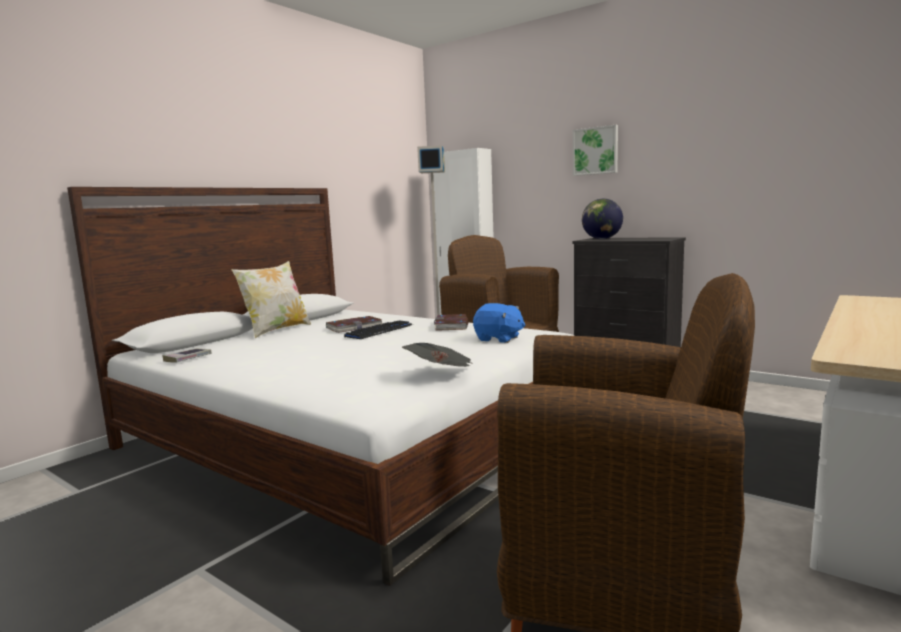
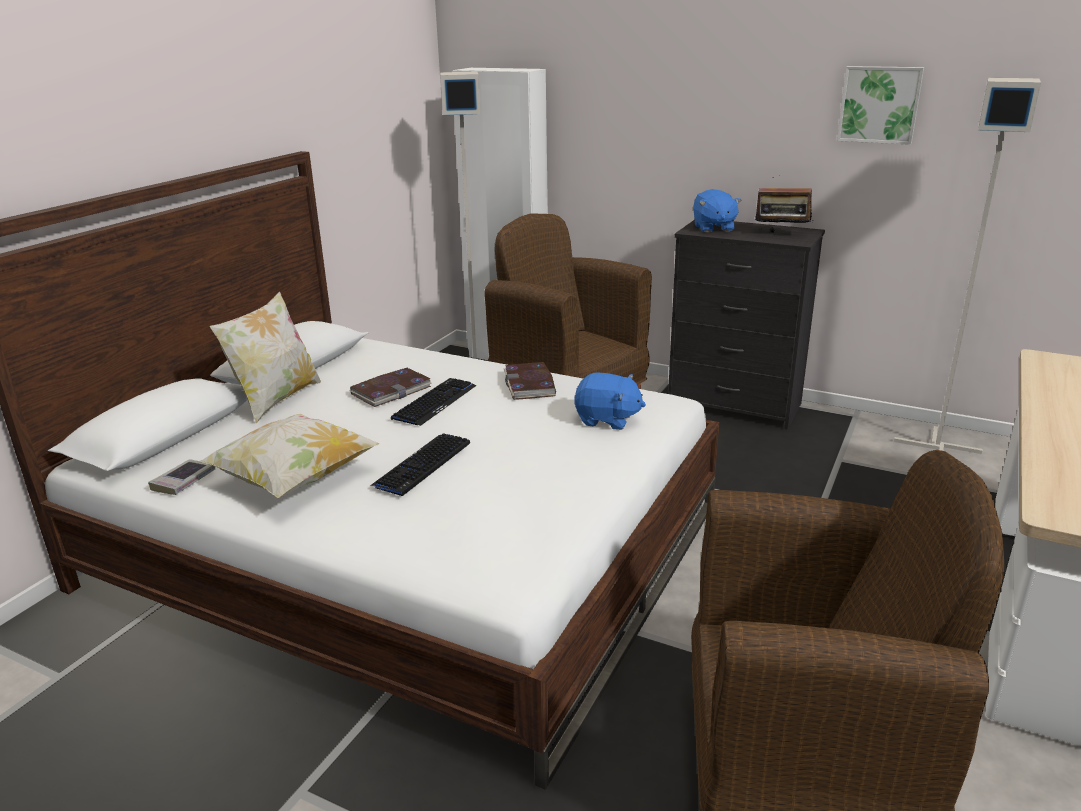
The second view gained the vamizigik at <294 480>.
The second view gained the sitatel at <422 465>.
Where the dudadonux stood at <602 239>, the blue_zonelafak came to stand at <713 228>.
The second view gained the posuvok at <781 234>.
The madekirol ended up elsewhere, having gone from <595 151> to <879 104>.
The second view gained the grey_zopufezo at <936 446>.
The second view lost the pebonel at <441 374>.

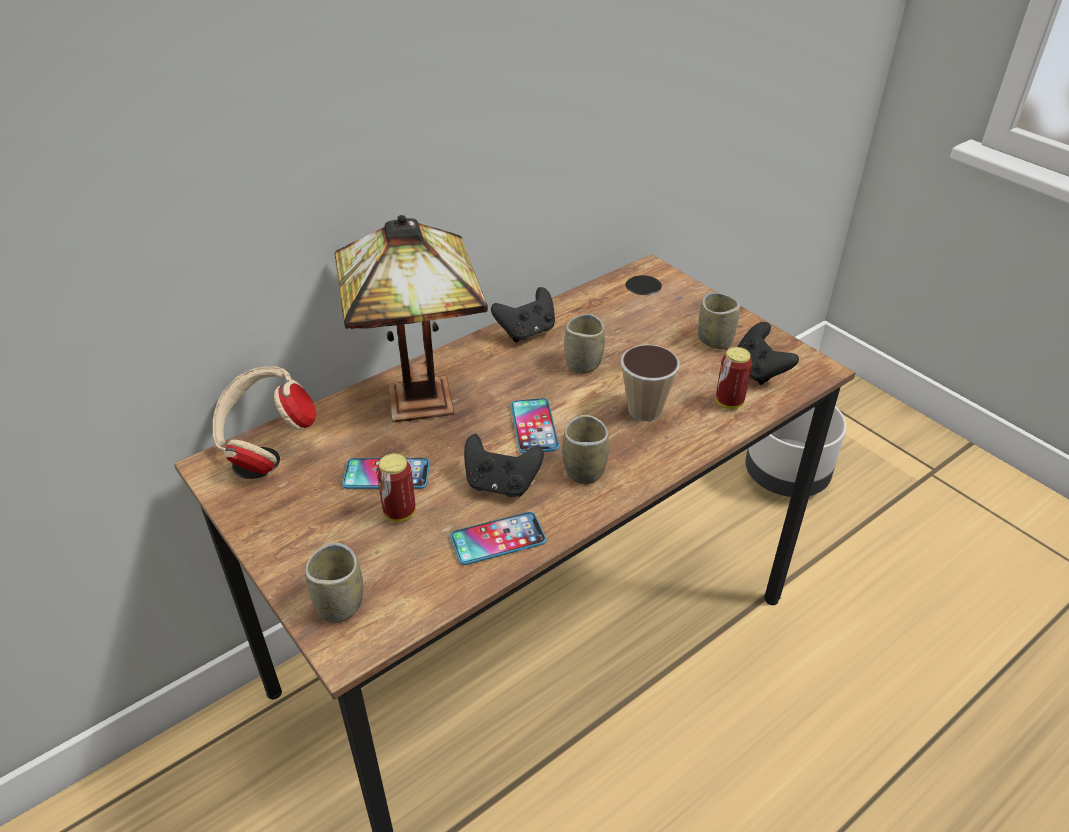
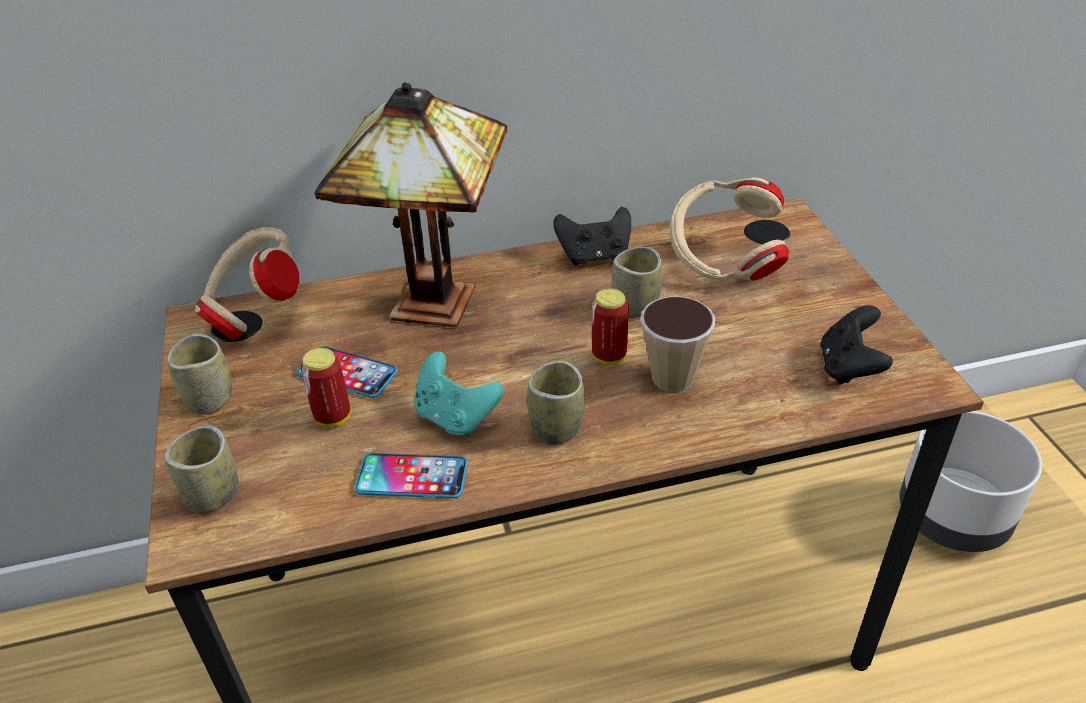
The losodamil ended up elsewhere, having gone from <715 340> to <209 399>.
What was the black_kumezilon at <501 484> turned into the turquoise_kumezilon at <455 417>.
The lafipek ended up elsewhere, having gone from <729 402> to <609 356>.
The second view gained the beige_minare at <723 263>.
The second view lost the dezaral at <534 426>.

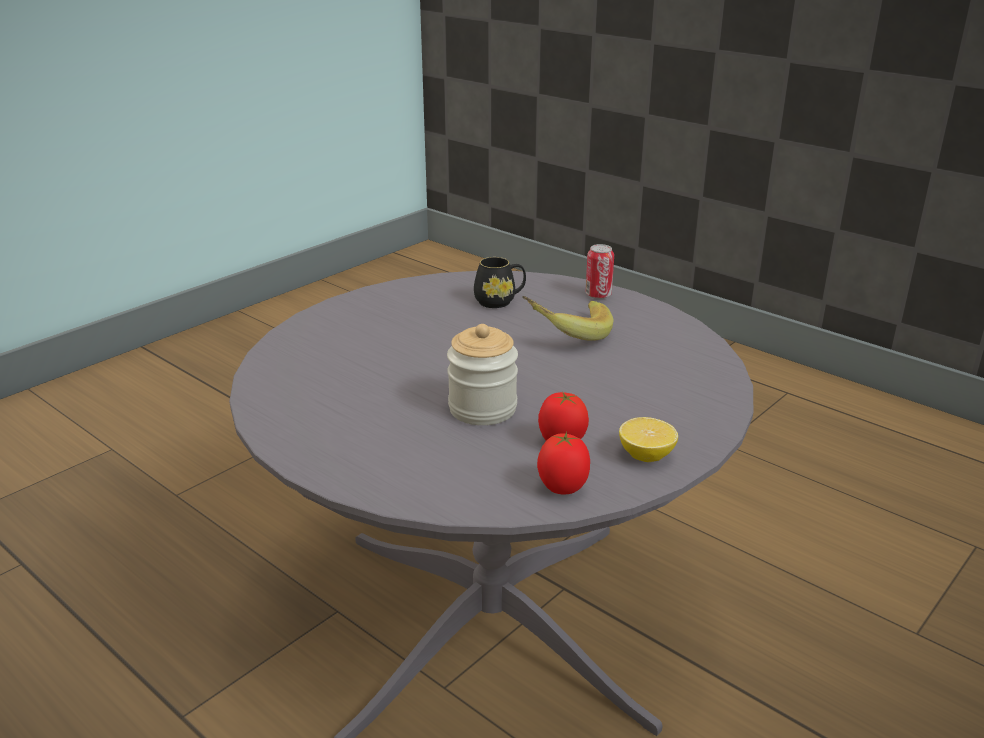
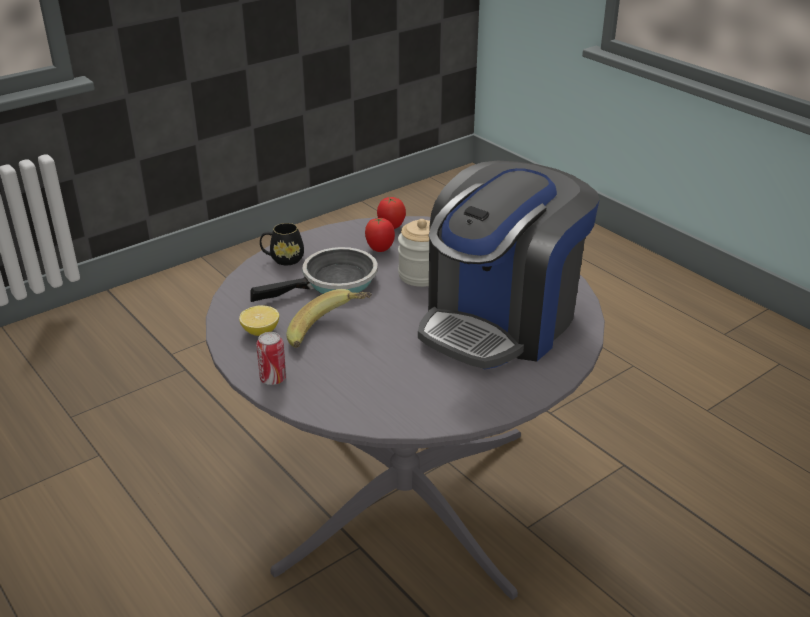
The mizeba ended up elsewhere, having gone from <646 455> to <260 332>.
The second view gained the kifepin at <333 282>.
The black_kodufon ended up elsewhere, having gone from <500 301> to <283 259>.
The second view gained the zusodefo at <500 321>.

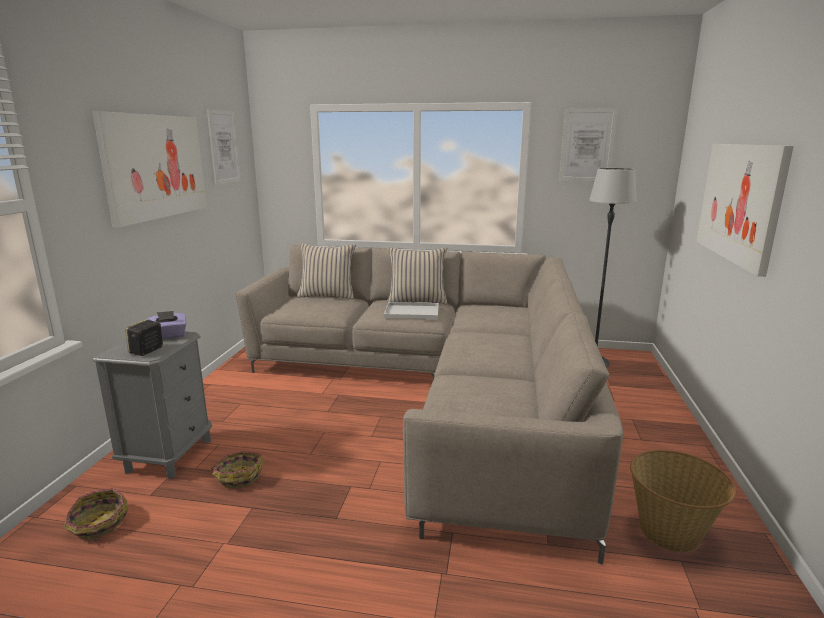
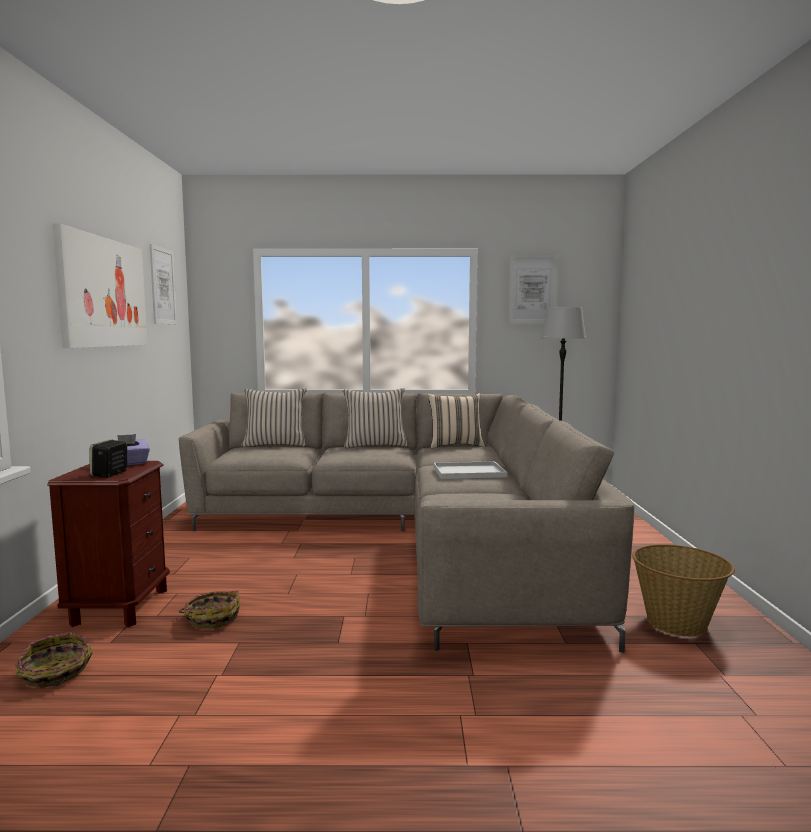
What was the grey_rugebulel at <169 455> turned into the brown_rugebulel at <120 606>.
The second view gained the beige_vamizigik at <455 445>.
The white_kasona ended up elsewhere, having gone from <413 312> to <470 471>.
The second view lost the madekirol at <740 202>.

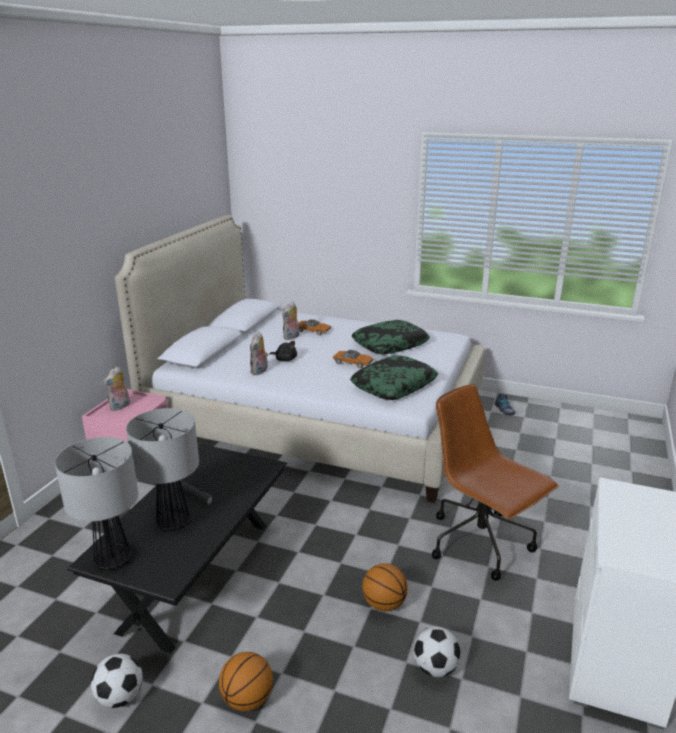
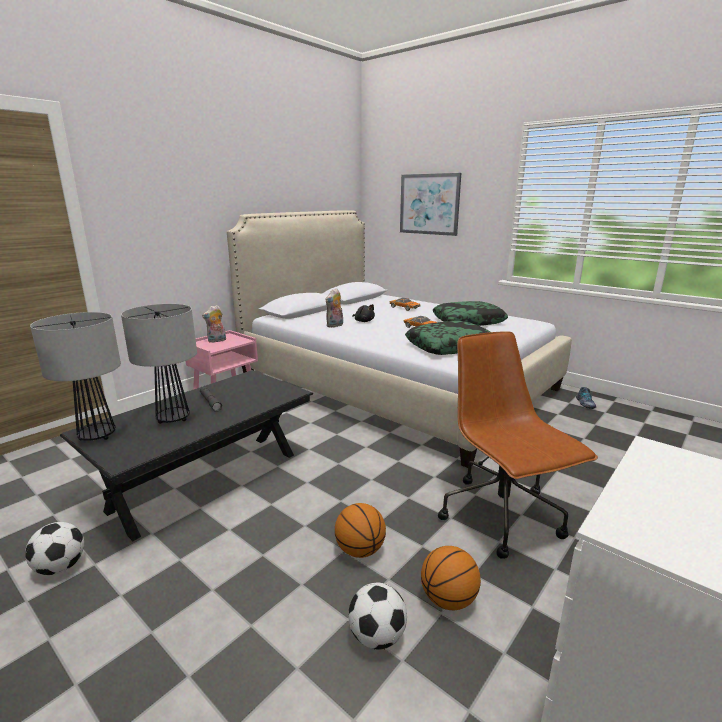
The second view gained the madekirol at <429 204>.
The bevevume ended up elsewhere, having gone from <247 699> to <448 599>.
The second view lost the zonelafak at <291 337>.

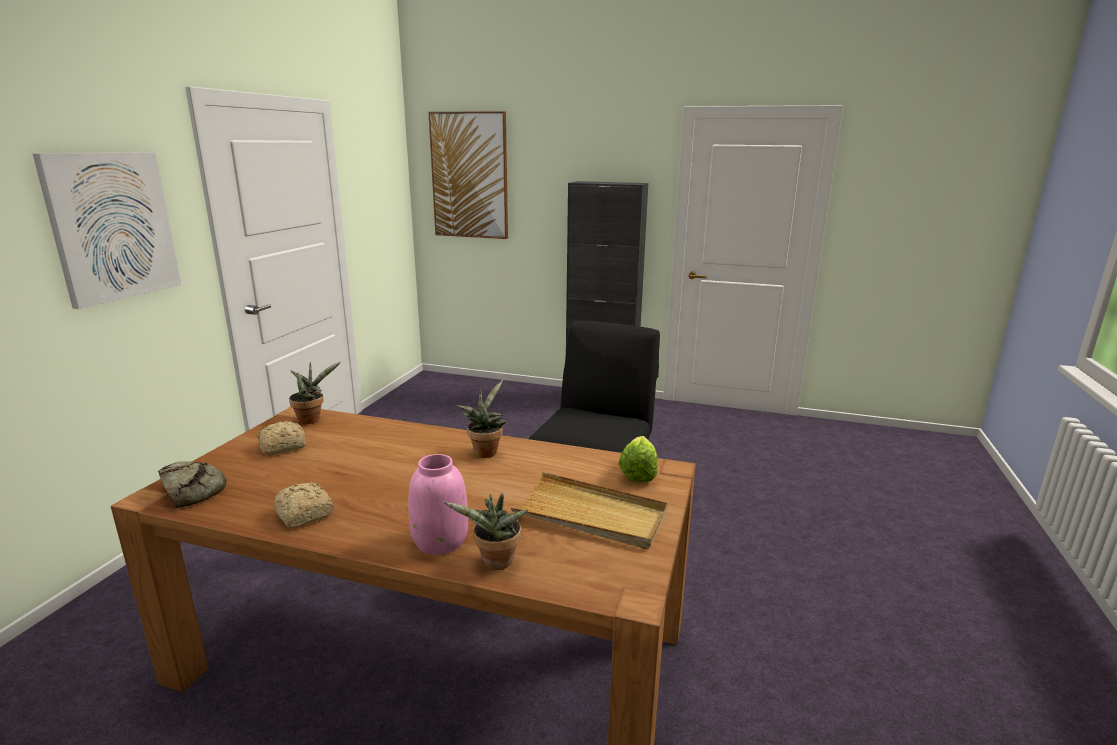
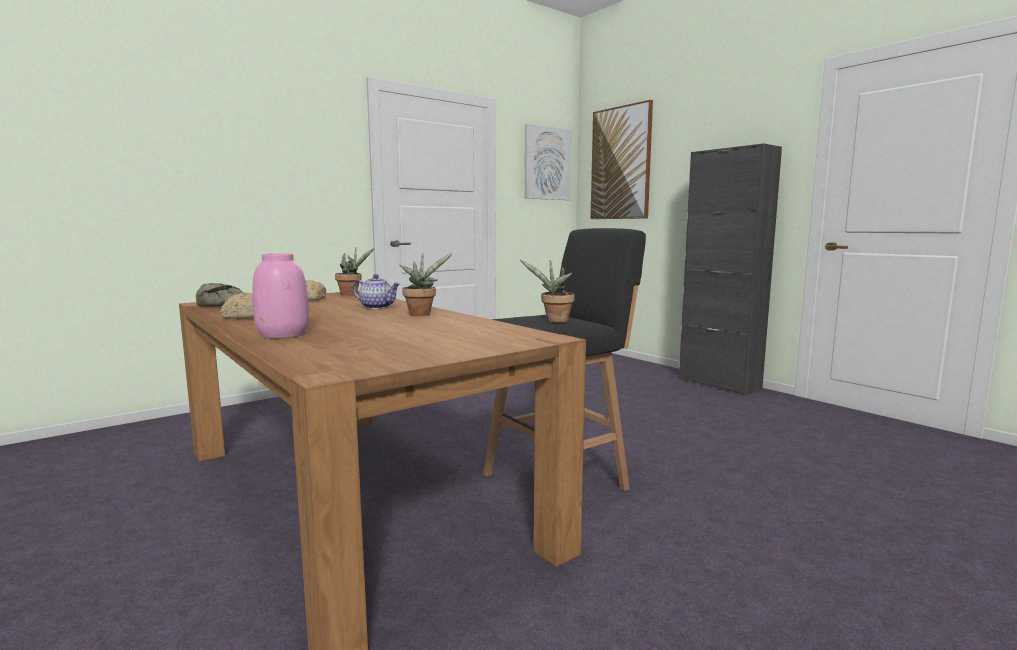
The second view gained the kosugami at <377 307>.
The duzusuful ended up elsewhere, having gone from <495 564> to <554 321>.
The madekirol ended up elsewhere, having gone from <112 226> to <546 163>.
The second view lost the beige_kasona at <591 515>.
The second view lost the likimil at <640 471>.

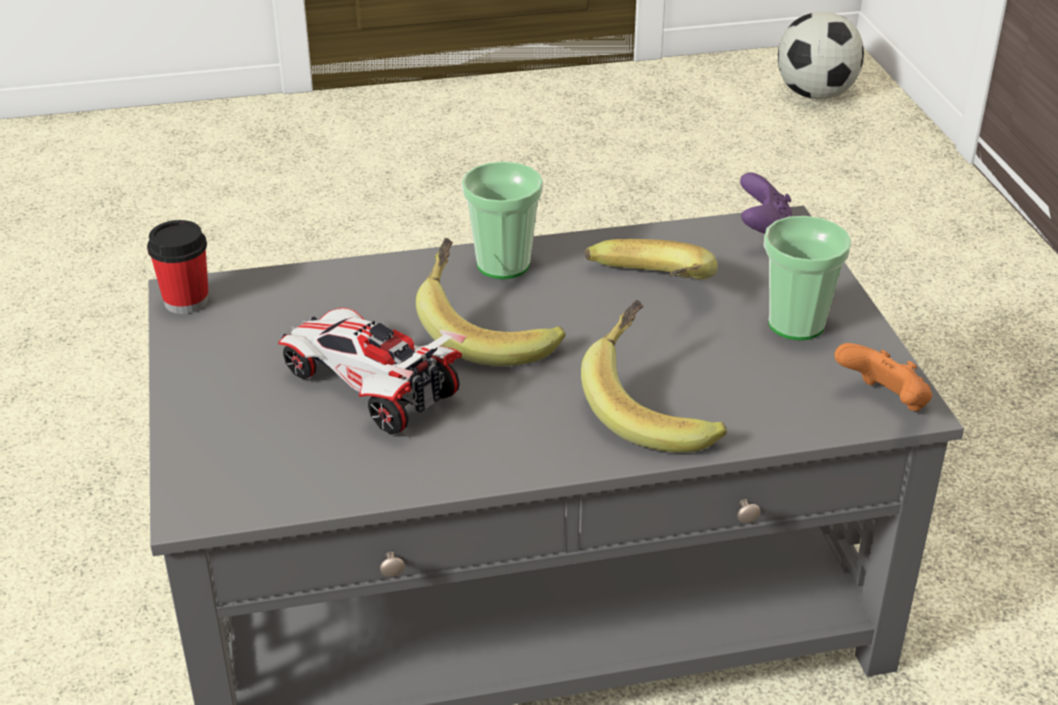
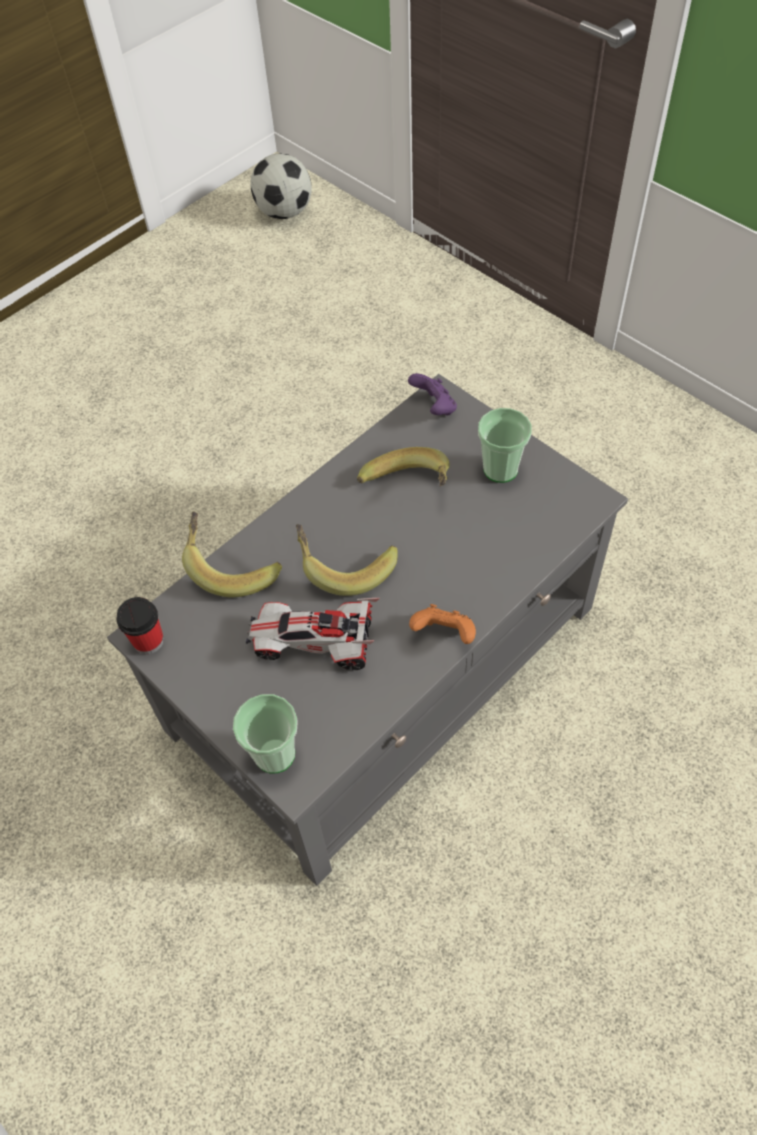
The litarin ended up elsewhere, having gone from <654 408> to <232 566>.
The losodamil ended up elsewhere, having gone from <503 264> to <274 754>.
The orange_kumezilon ended up elsewhere, having gone from <883 402> to <444 634>.

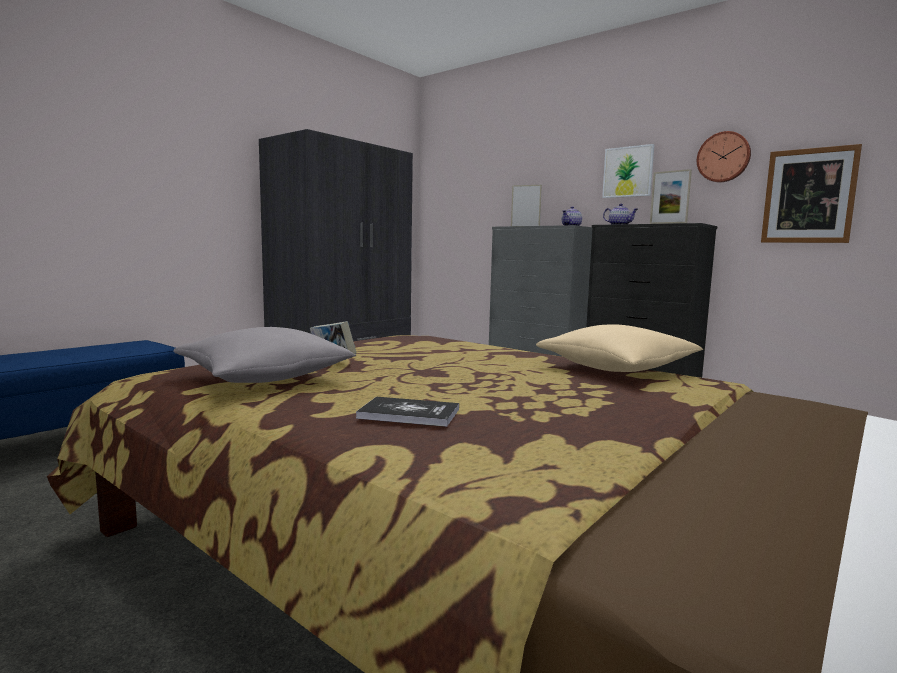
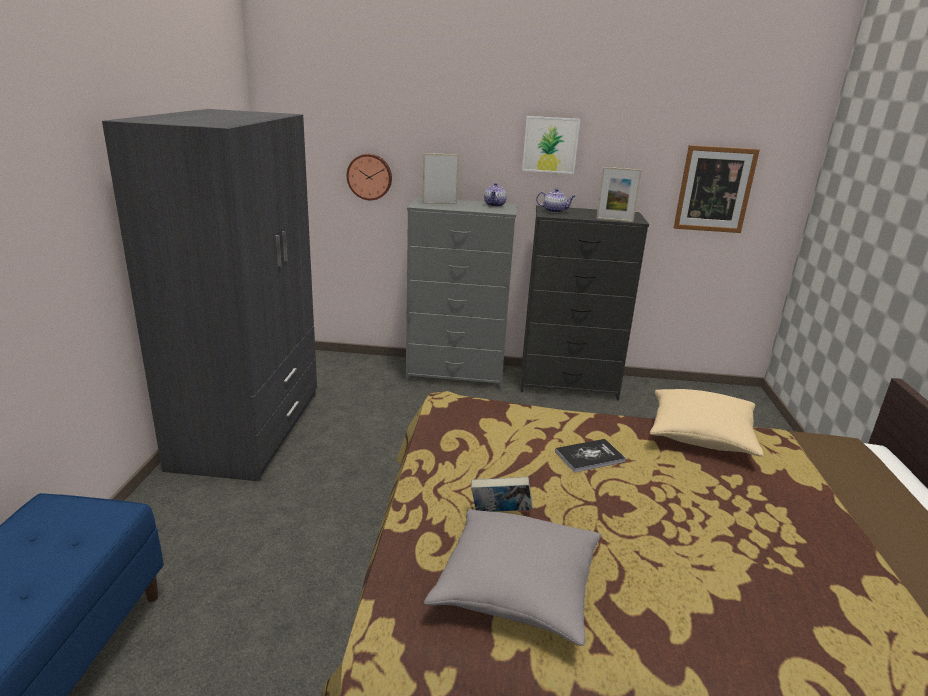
The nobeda ended up elsewhere, having gone from <723 157> to <369 176>.
The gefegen ended up elsewhere, having gone from <409 413> to <589 456>.

